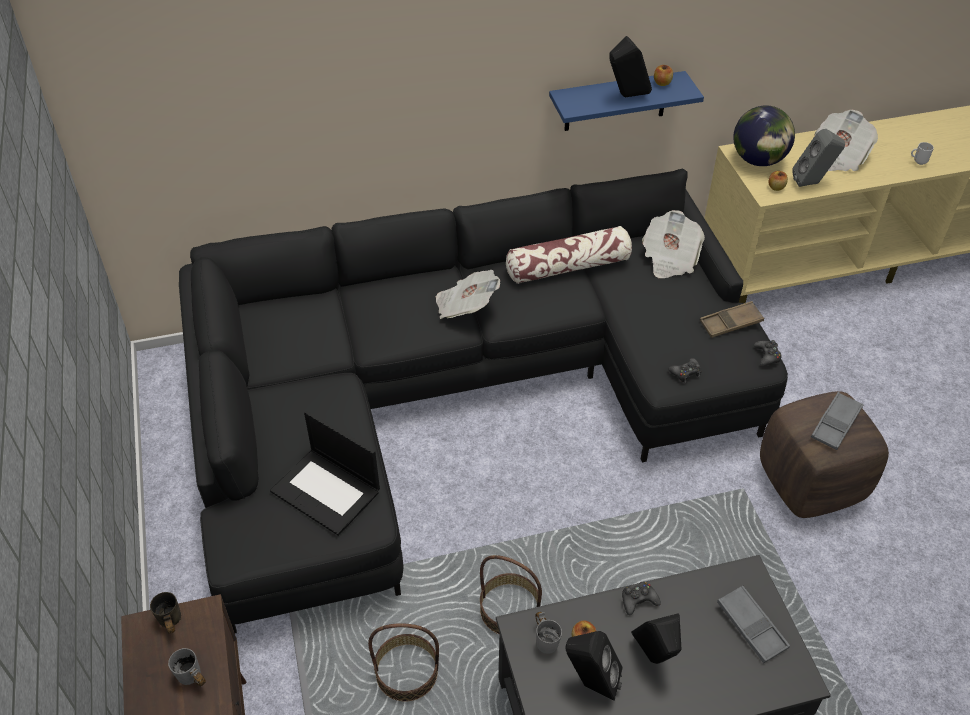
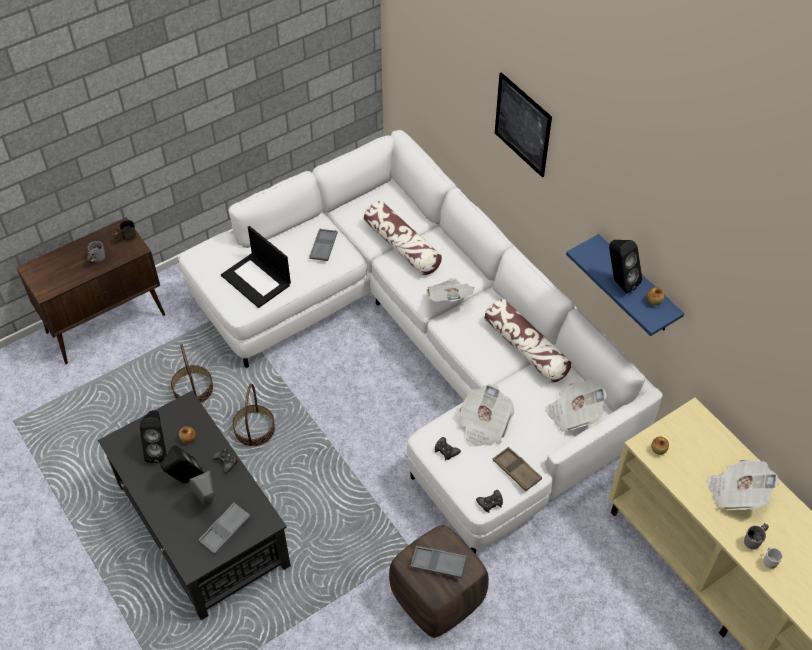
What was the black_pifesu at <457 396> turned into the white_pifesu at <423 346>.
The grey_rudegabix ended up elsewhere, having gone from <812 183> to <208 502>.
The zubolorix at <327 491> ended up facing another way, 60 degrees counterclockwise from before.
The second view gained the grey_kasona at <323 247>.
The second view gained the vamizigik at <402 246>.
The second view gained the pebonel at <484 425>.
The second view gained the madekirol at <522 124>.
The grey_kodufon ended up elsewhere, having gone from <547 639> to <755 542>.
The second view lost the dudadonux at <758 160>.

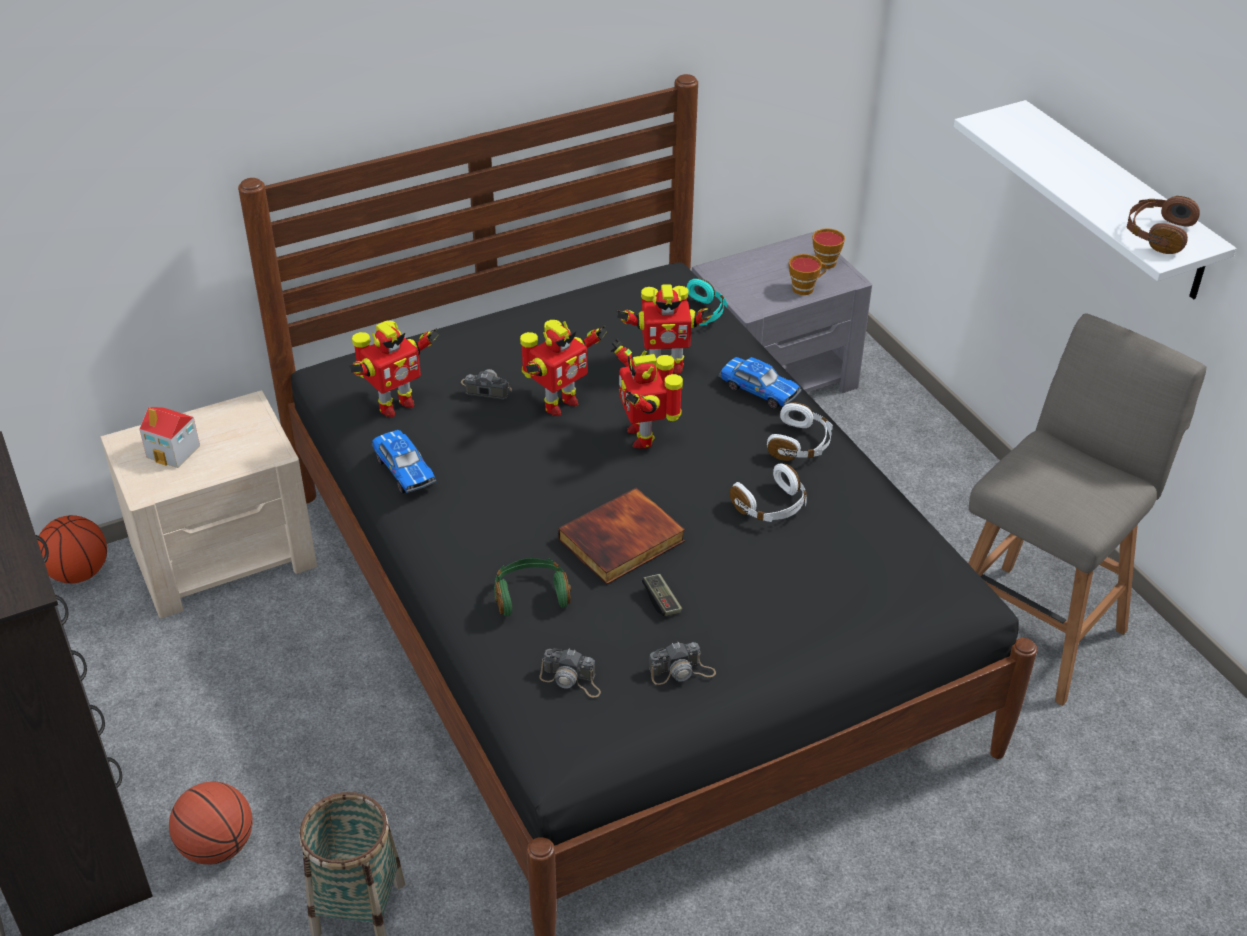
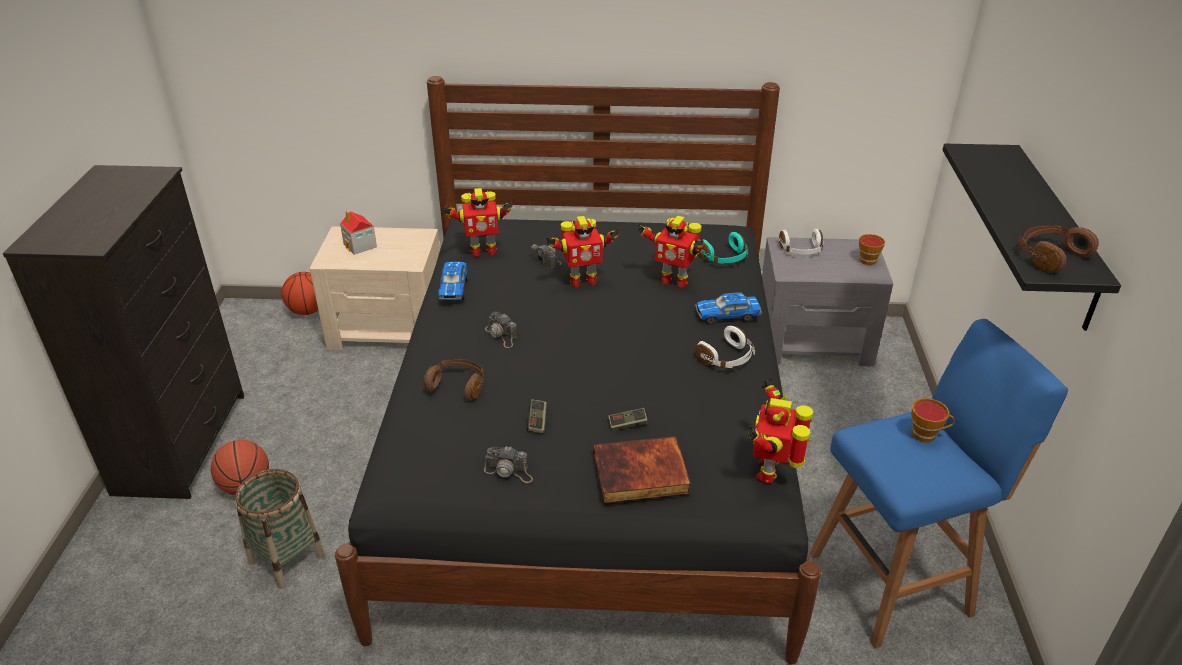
What was the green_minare at <531 594> turned into the brown_minare at <458 385>.
The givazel ended up elsewhere, having gone from <571 680> to <501 335>.
The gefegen ended up elsewhere, having gone from <622 542> to <640 475>.
The second view gained the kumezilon at <627 424>.
The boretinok at <758 390> ended up facing another way, 105 degrees clockwise from before.
The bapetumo ended up elsewhere, having gone from <643 435> to <770 471>.
The white_minare ended up elsewhere, having gone from <771 506> to <801 250>.
What was the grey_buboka at <1036 628> turned into the blue_buboka at <895 582>.
The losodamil ended up elsewhere, having gone from <805 288> to <926 435>.
What was the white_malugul at <1116 201> turned into the black_malugul at <1054 236>.

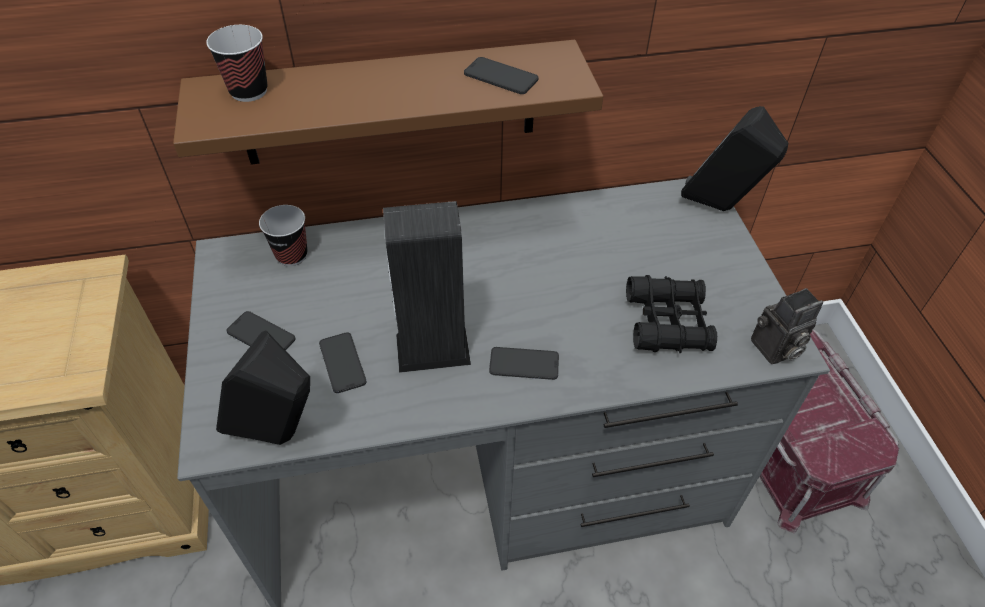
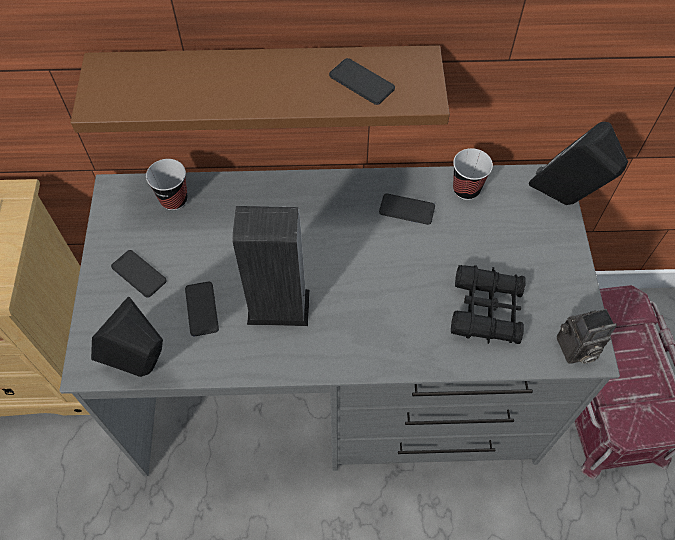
The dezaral ended up elsewhere, having gone from <524 364> to <407 209>.
The losodamil ended up elsewhere, having gone from <249 91> to <466 189>.

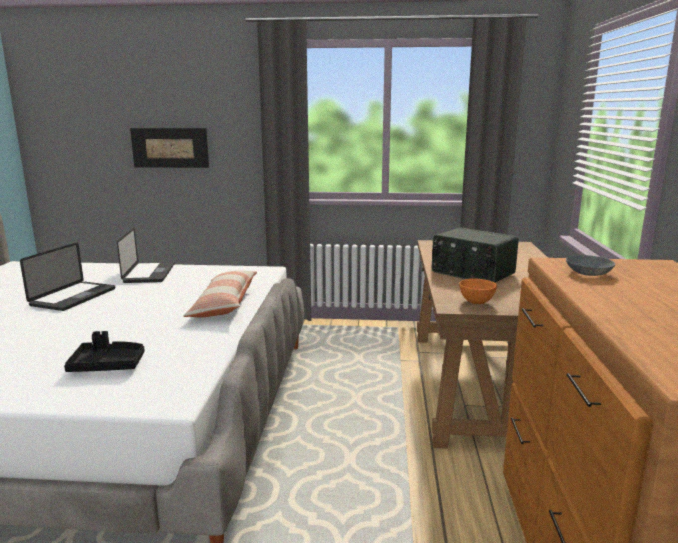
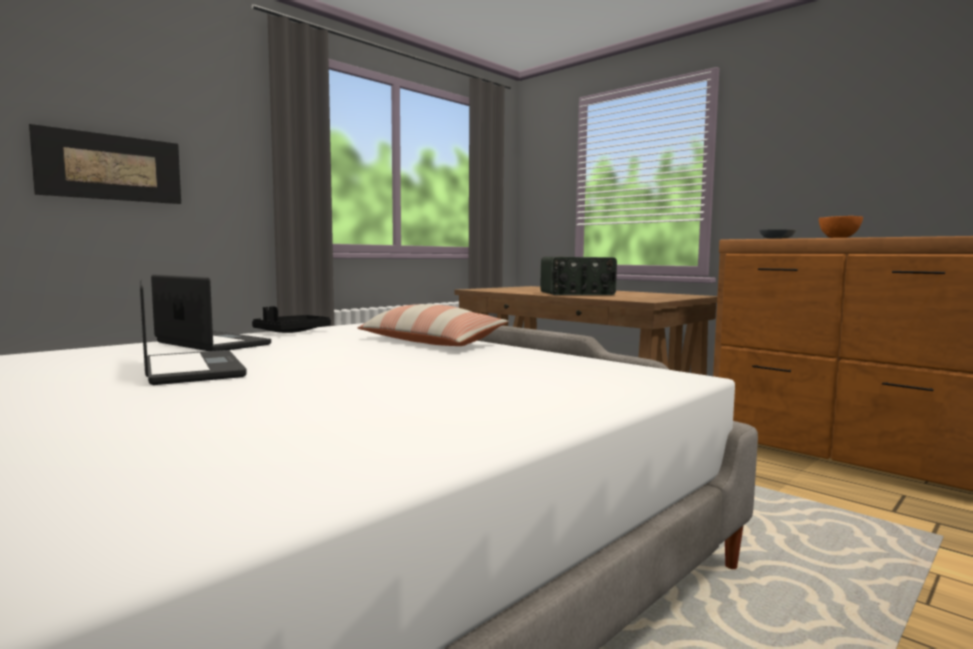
The black_kasona ended up elsewhere, having gone from <108 365> to <291 332>.
The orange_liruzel ended up elsewhere, having gone from <476 302> to <839 238>.

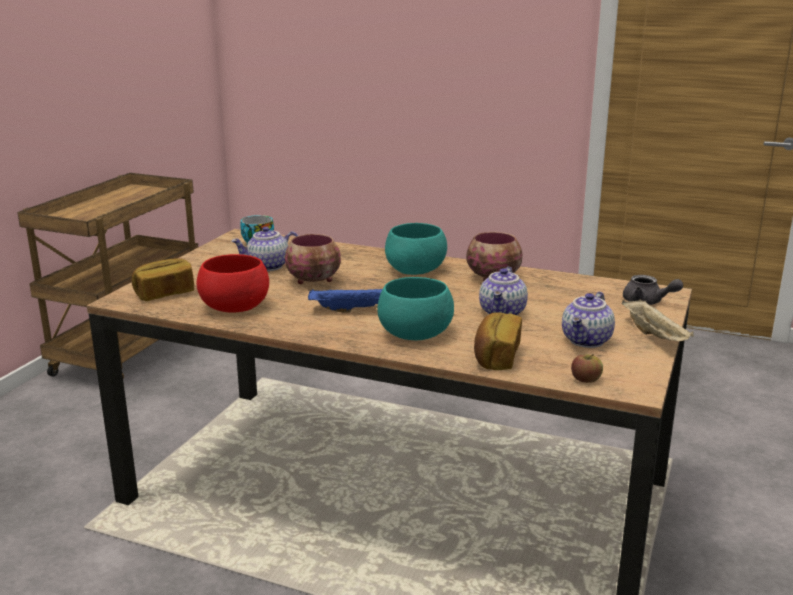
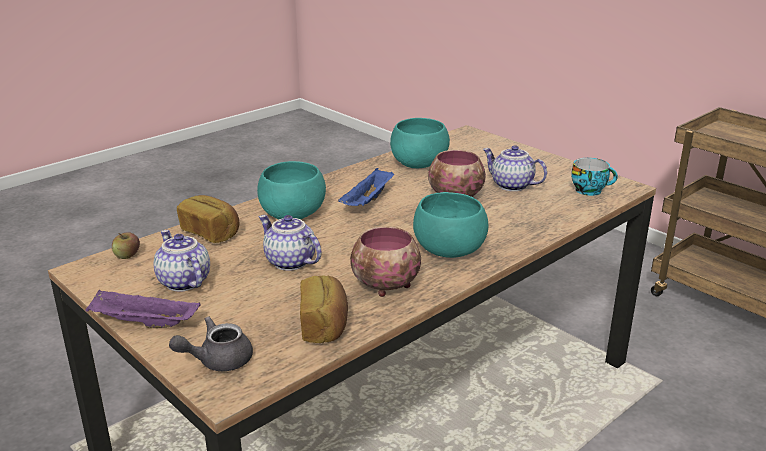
What was the beige_kasona at <655 336> turned into the purple_kasona at <143 323>.
The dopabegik ended up elsewhere, having gone from <165 294> to <324 325>.
What was the red_liruzel at <234 307> turned into the turquoise_liruzel at <418 162>.
The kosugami at <268 267> ended up facing another way, 60 degrees counterclockwise from before.

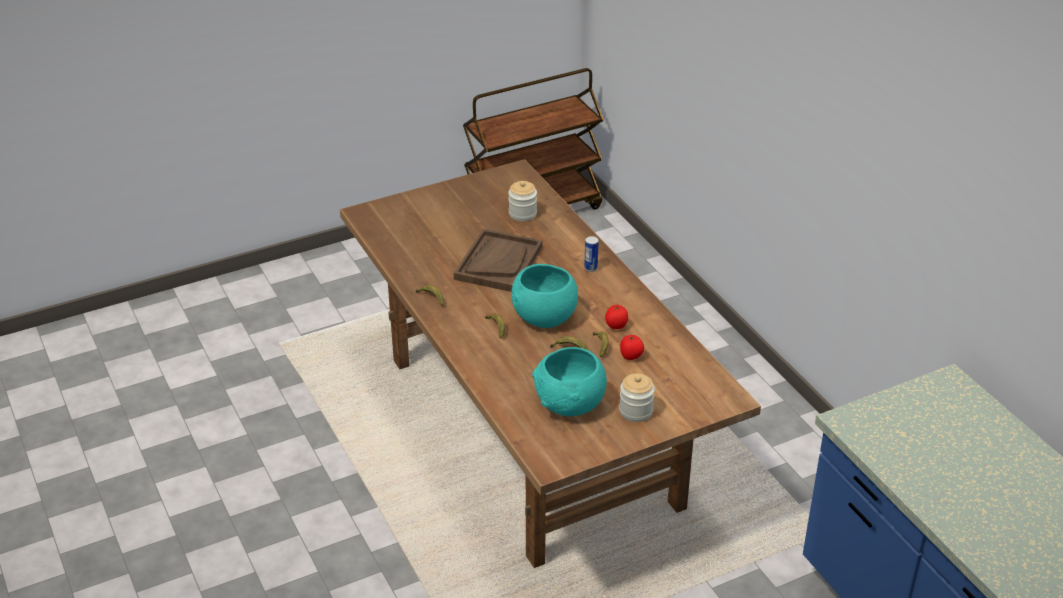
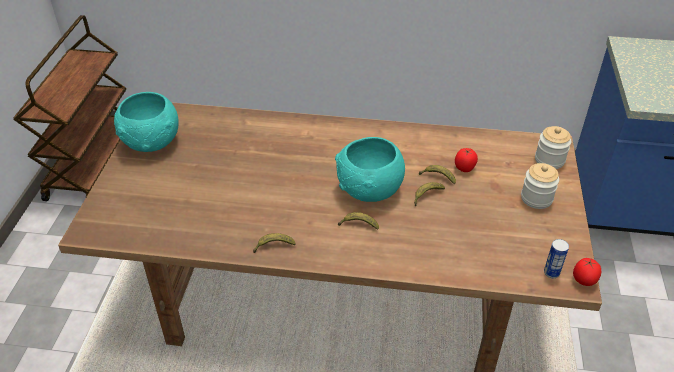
The turquoise_liruzel ended up elsewhere, having gone from <570 405> to <152 142>.
The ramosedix ended up elsewhere, having gone from <522 214> to <549 160>.
The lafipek ended up elsewhere, having gone from <591 268> to <551 273>.
The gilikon ended up elsewhere, having gone from <616 326> to <584 281>.
The second view lost the brown_kasona at <498 262>.

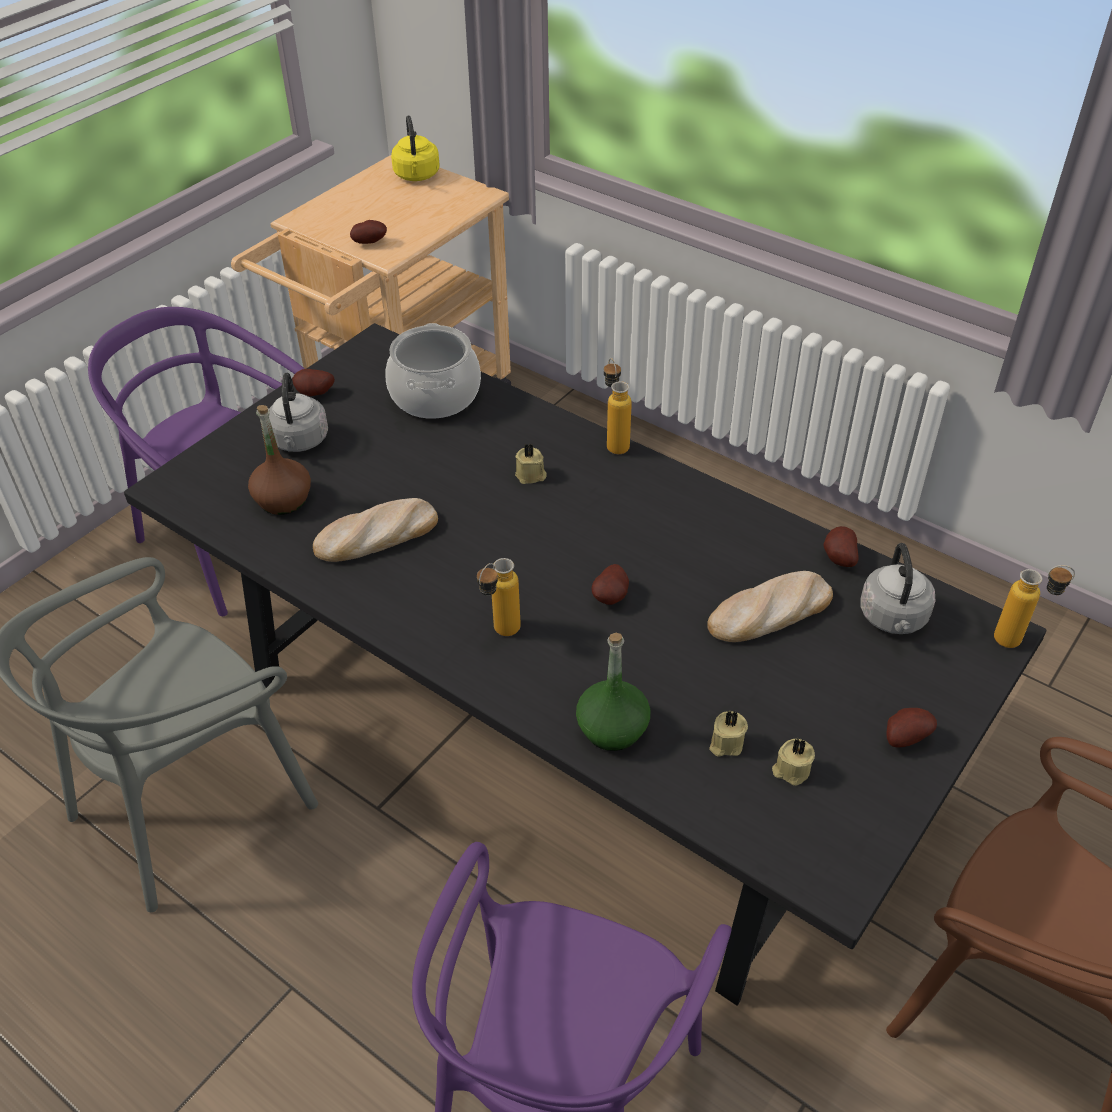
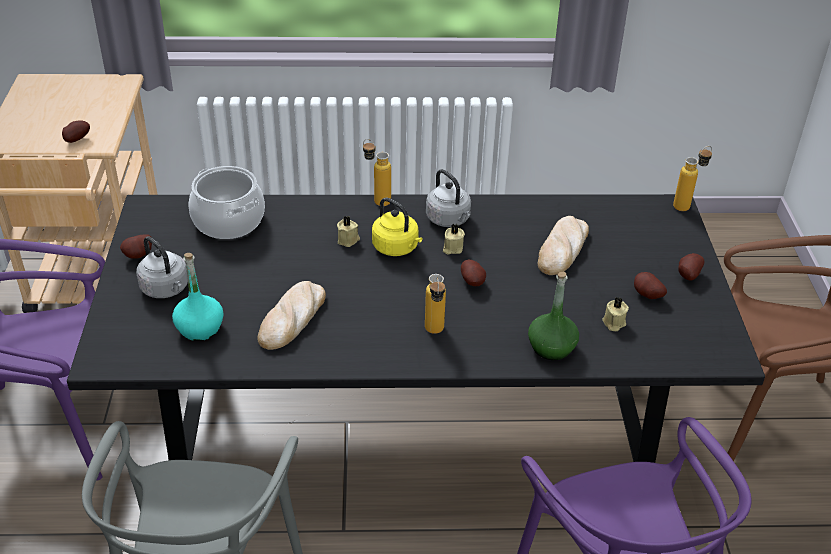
What was the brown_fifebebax at <283 499> turned into the turquoise_fifebebax at <200 328>.
The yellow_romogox ended up elsewhere, having gone from <417 176> to <397 248>.
The grey_romogox ended up elsewhere, having gone from <893 619> to <449 220>.
The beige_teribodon ended up elsewhere, having gone from <791 770> to <452 248>.
The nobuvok ended up elsewhere, having gone from <837 558> to <646 295>.

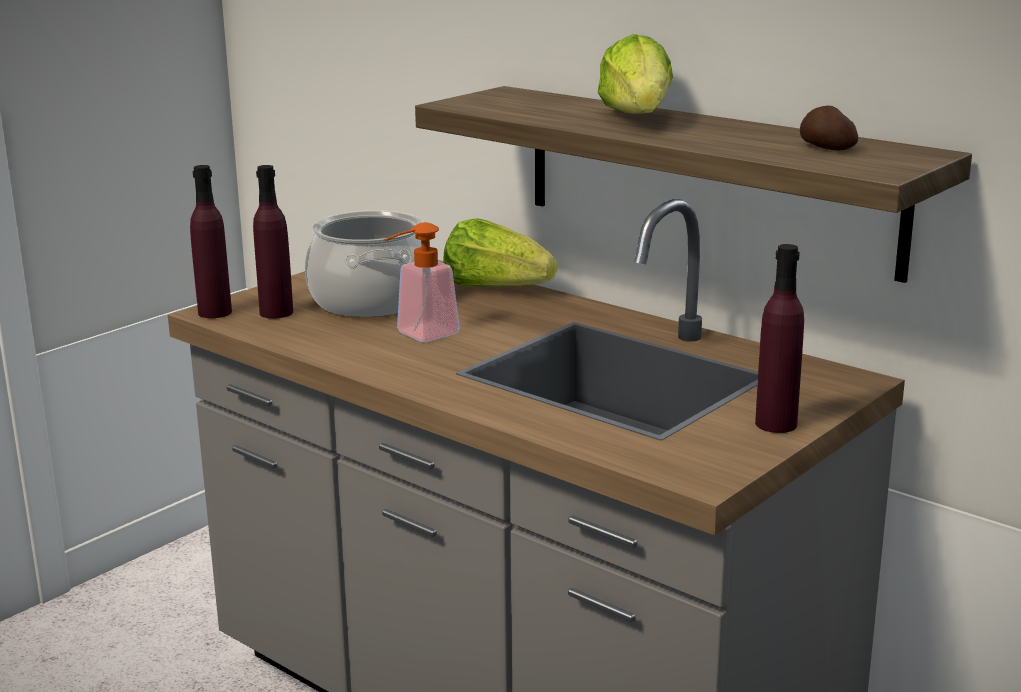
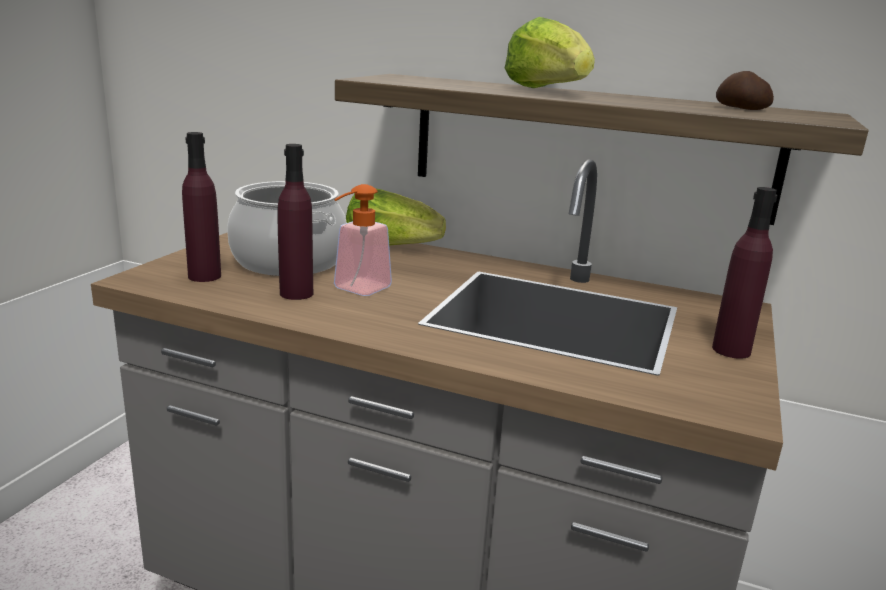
The purple_fifebebax ended up elsewhere, having gone from <215 312> to <296 293>.

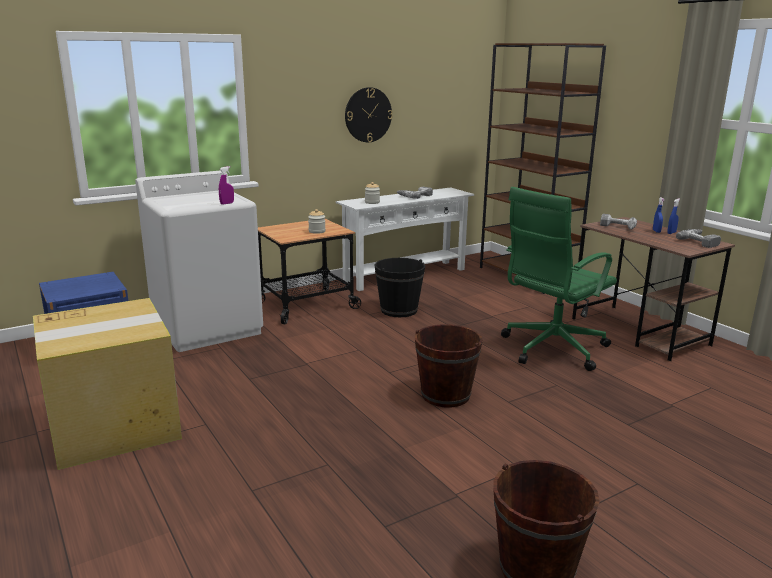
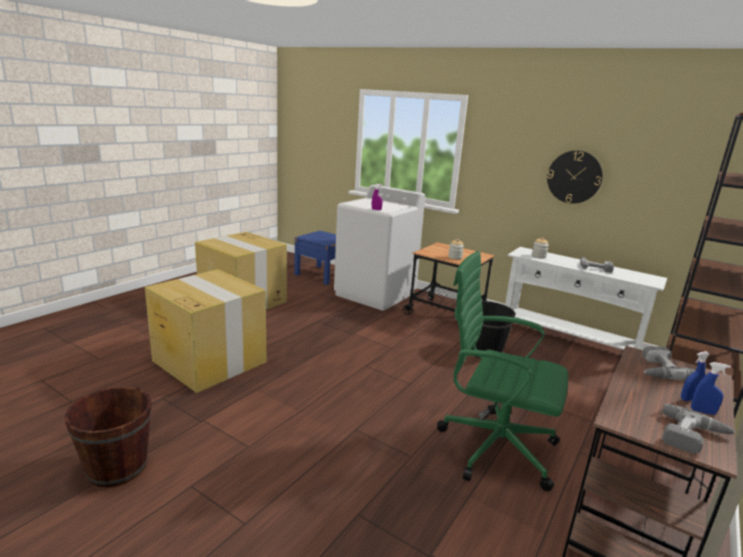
The second view gained the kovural at <209 361>.
The second view lost the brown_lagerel at <445 395>.

